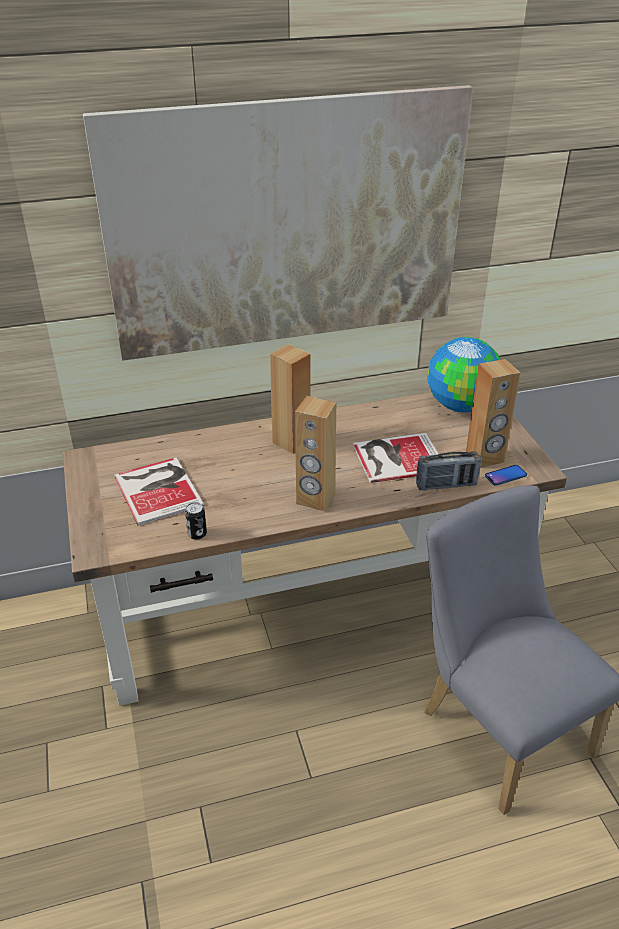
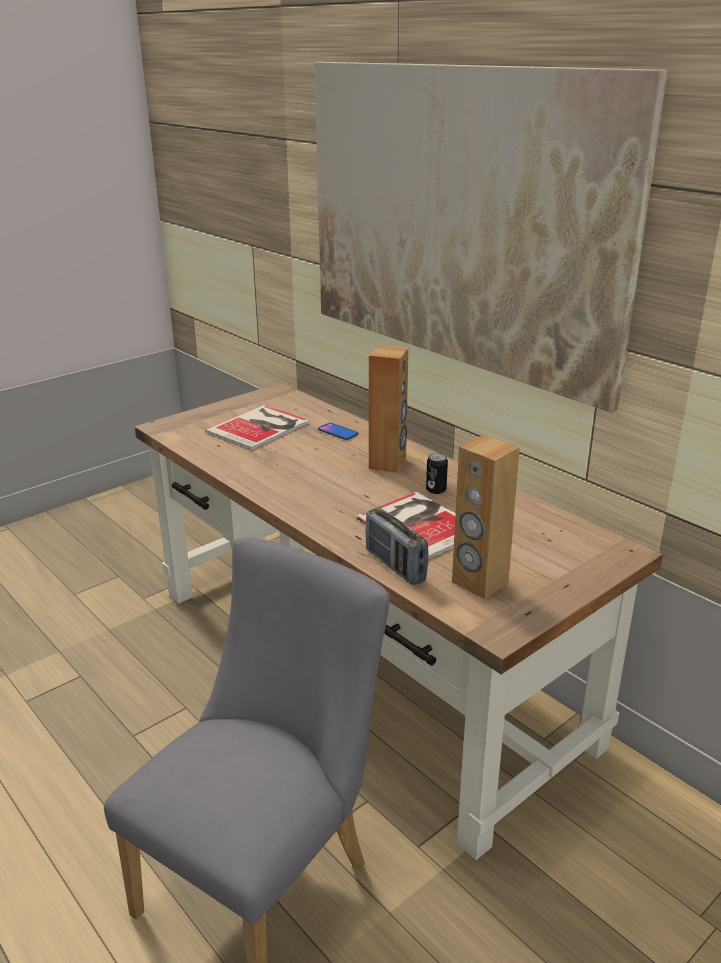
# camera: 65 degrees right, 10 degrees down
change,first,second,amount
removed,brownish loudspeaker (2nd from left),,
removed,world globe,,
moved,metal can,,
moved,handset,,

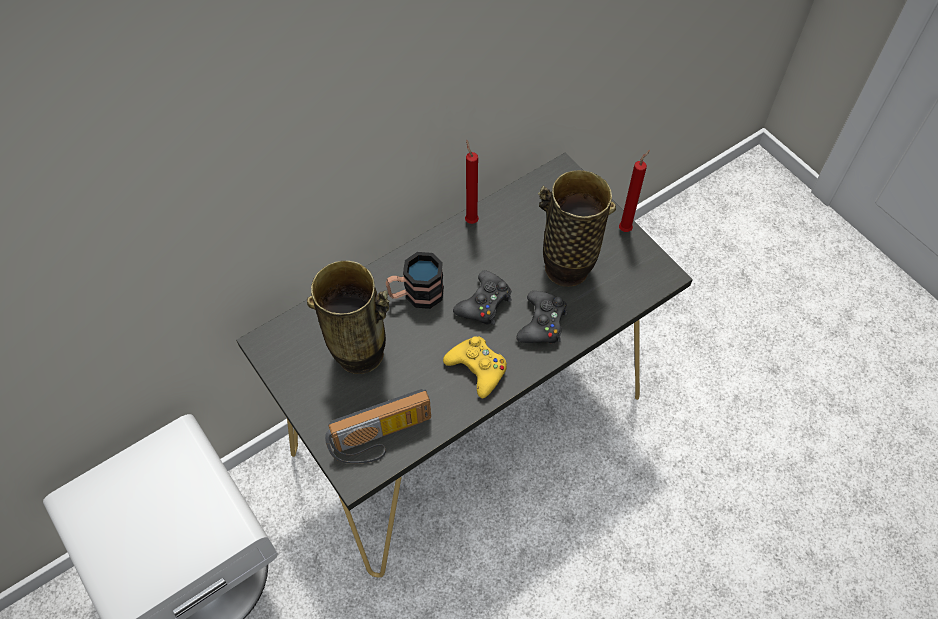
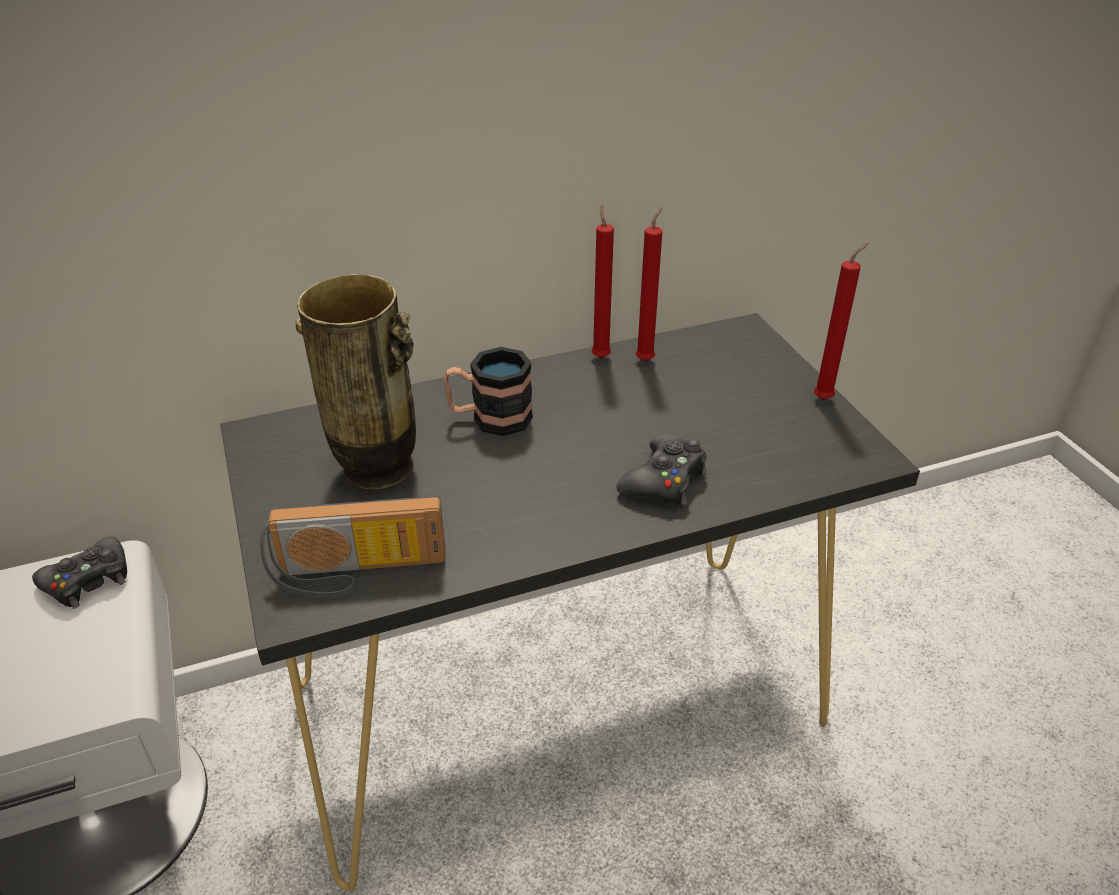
# camera: 15 degrees right, 20 degrees down
change,first,second,amount
removed,yellowish gamepad,,
removed,flower vase (2nd from left),,
added,,reddish wax light (2nd from left),
moved,black-coloured gamepad (1st from left),,

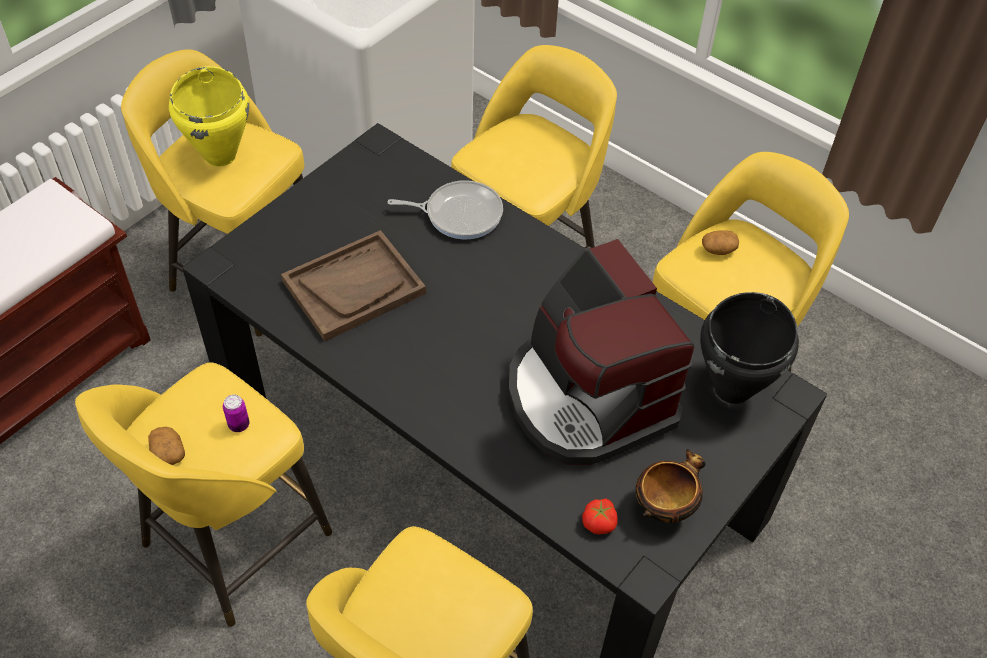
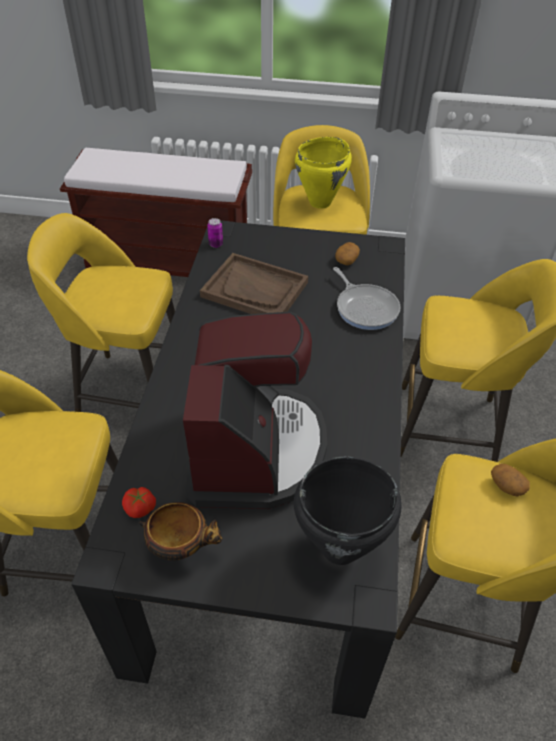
# camera: 60 degrees right, 5 degrees down
change,first,second,amount
moved,whole potato (1st from left),,
moved,metal can,,
turned,coffee maker,,150 degrees clockwise

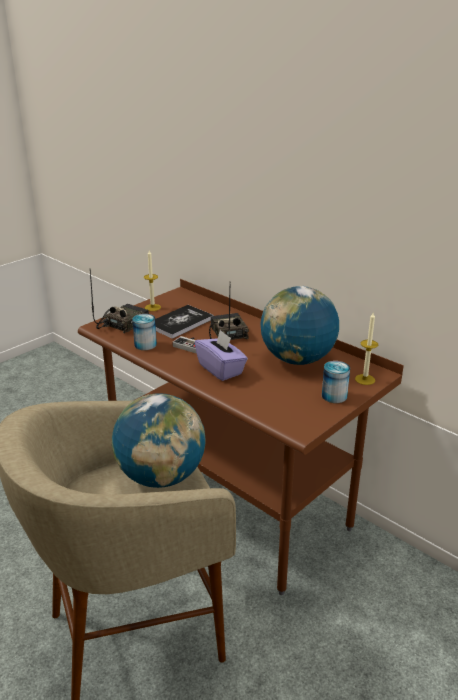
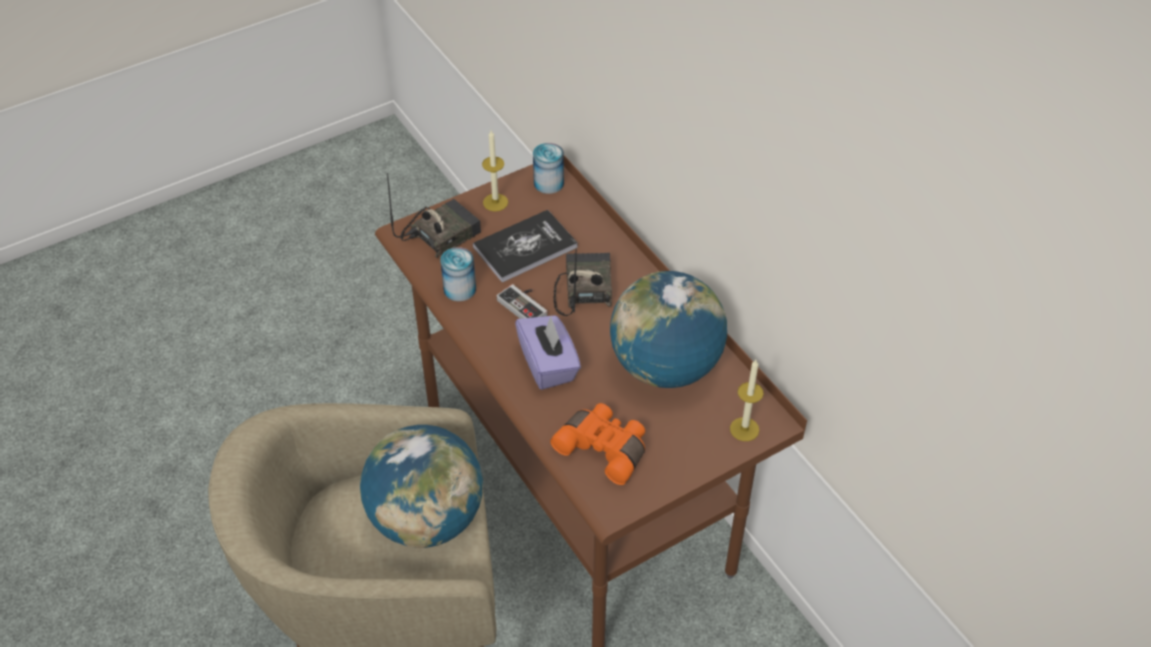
# camera: 15 degrees right, 20 degrees up
change,first,second,amount
added,,orange field glasses,
moved,metal can (2nd from left),,

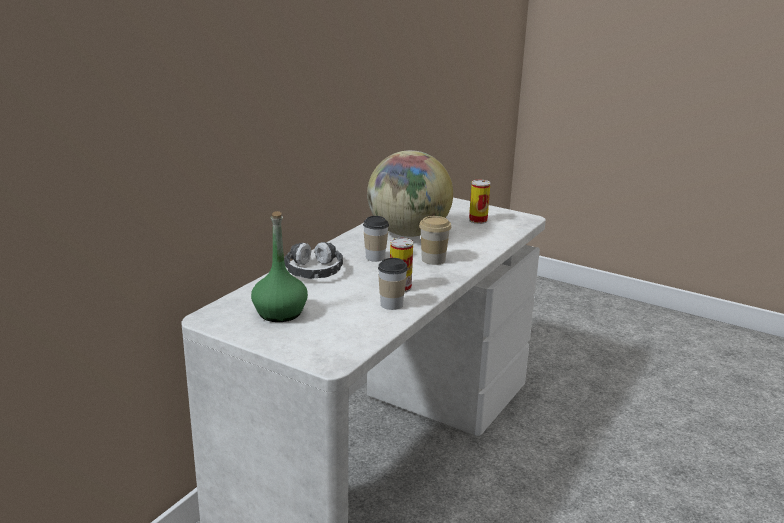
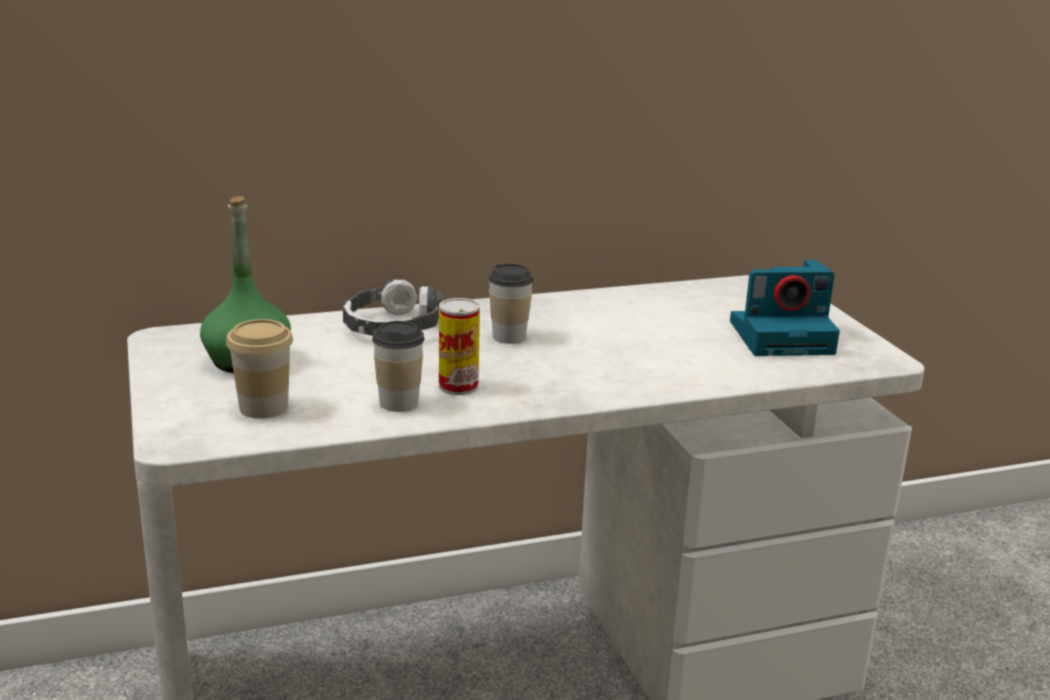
# camera: 40 degrees right, 0 degrees up
change,first,second,amount
removed,world globe,,
moved,small cup (3rd from left in the first image),small cup (1st from left),
replaced,metal can (2nd from left),photo camera,

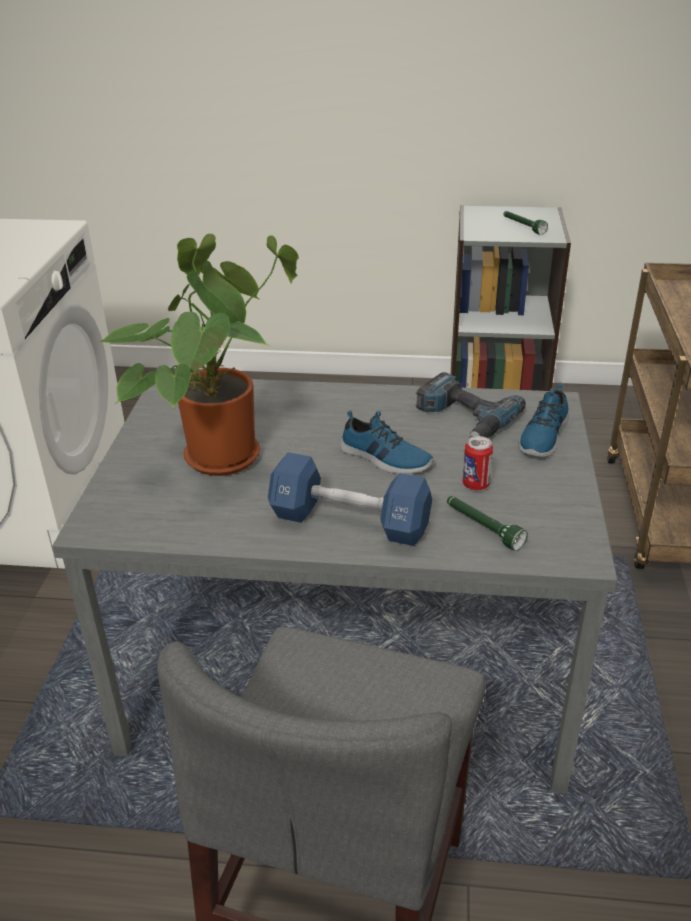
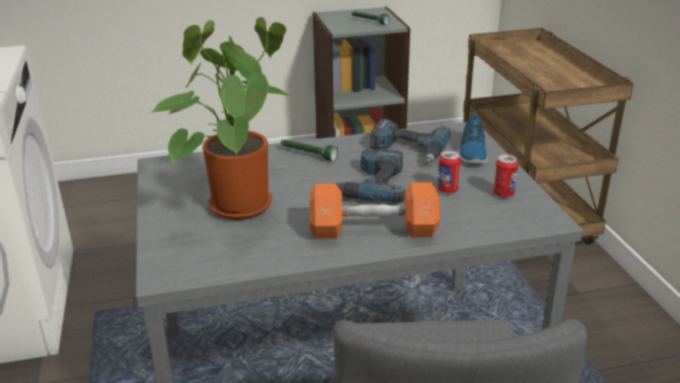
# camera: 20 degrees left, 5 degrees down
change,first,second,amount
added,,metal can (2nd from left),
moved,green-coloured hand torch (1st from left),,
replaced,item of footwear (1st from left),power drill (1st from left),
recoloured,bluish dumbbell,orange dumbbell,

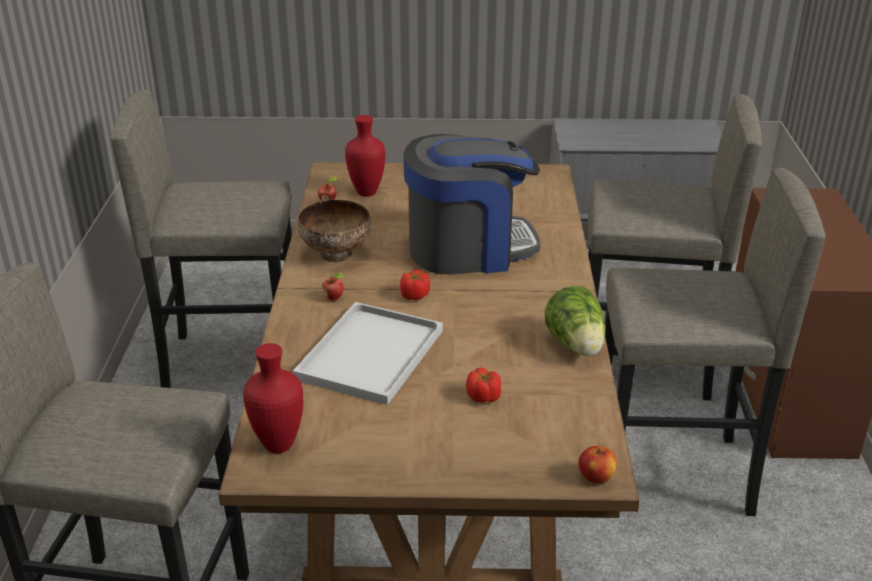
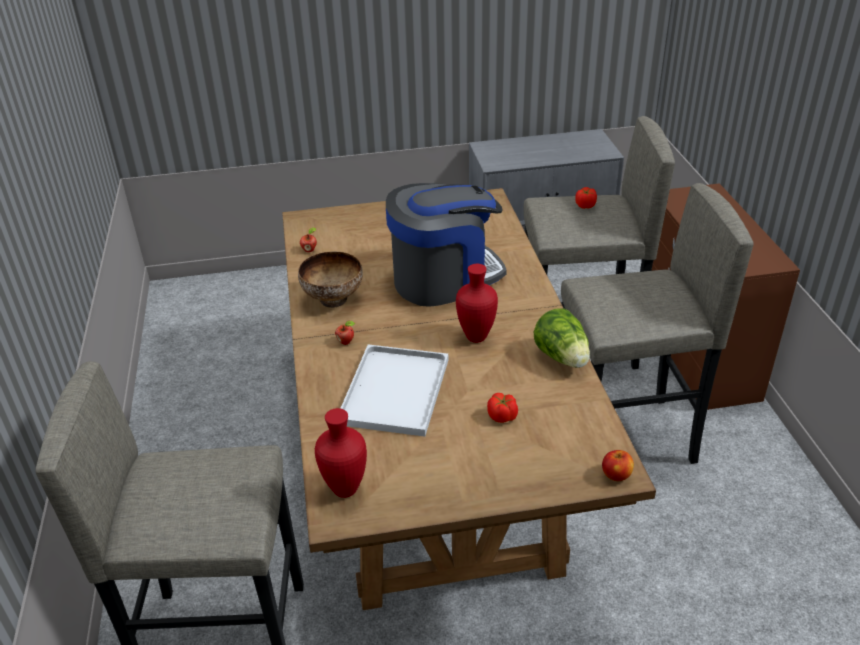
# camera: 10 degrees left, 5 degrees up
change,first,second,amount
removed,greyish sitting stool (2nd from left),,
moved,reddish flower vase (2nd from left),,
moved,whole tomato (1st from left in the first image),whole tomato (2nd from left),

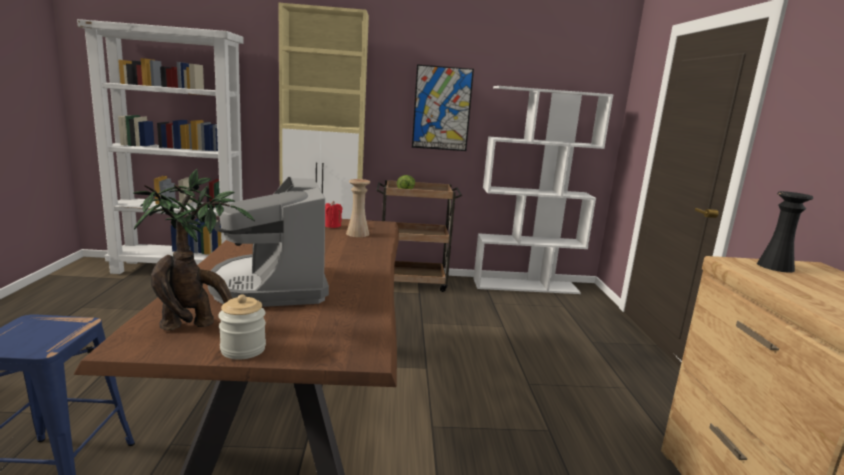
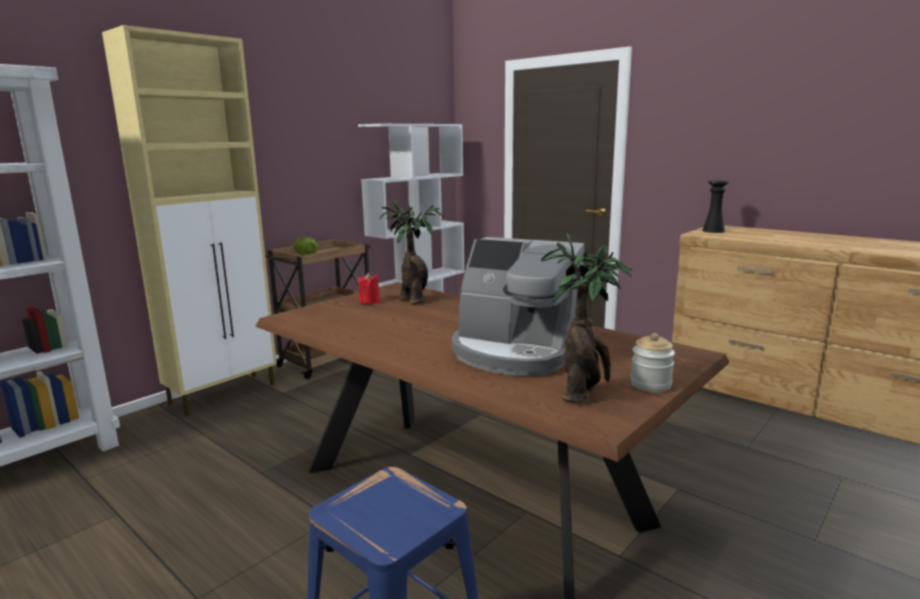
# camera: 45 degrees left, 0 degrees up
change,first,second,amount
removed,wall art,,
replaced,beige-coloured flower vase,potted plant (1st from left),

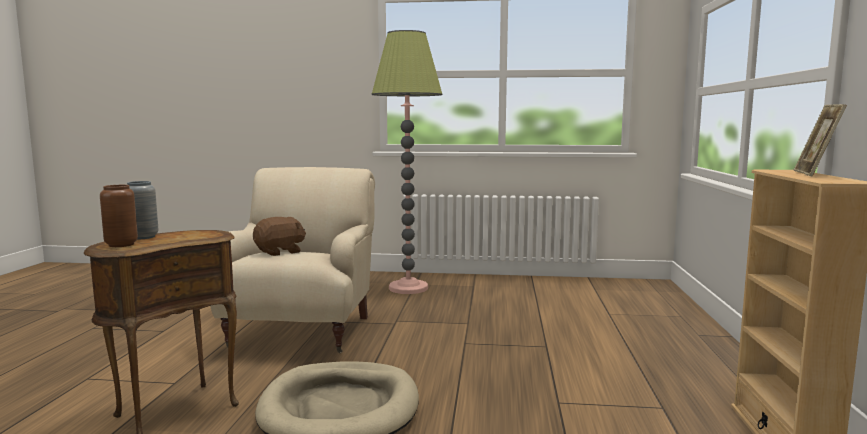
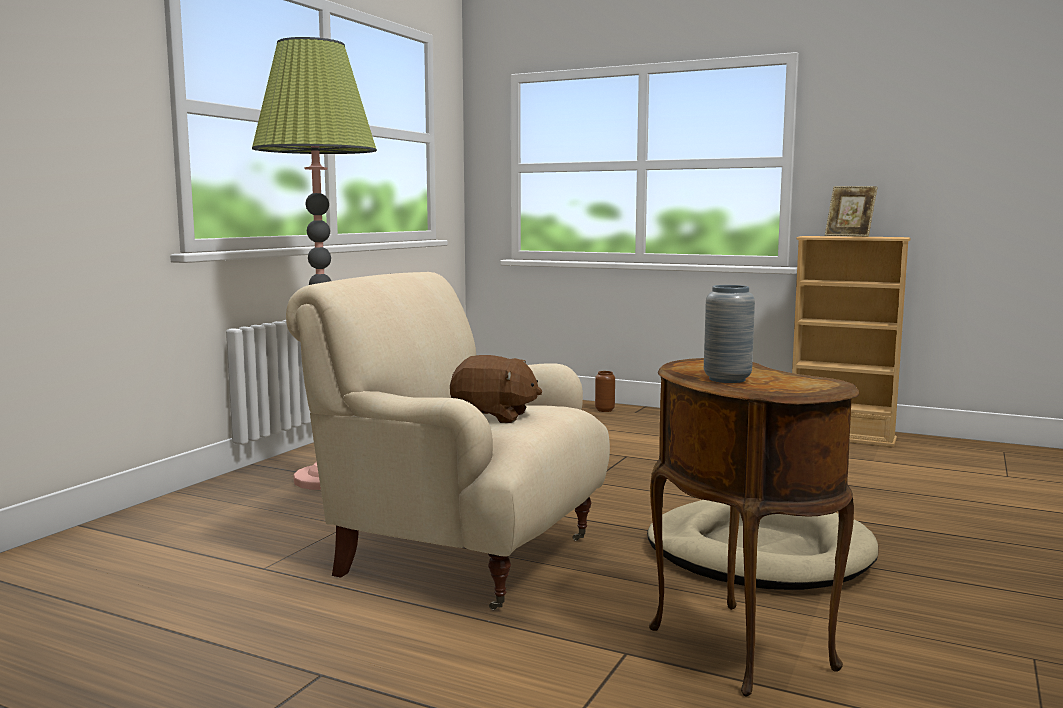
# camera: 70 degrees left, 0 degrees up
change,first,second,amount
moved,brownish flower vase,,
turned,brownish cuddly toy,,120 degrees clockwise

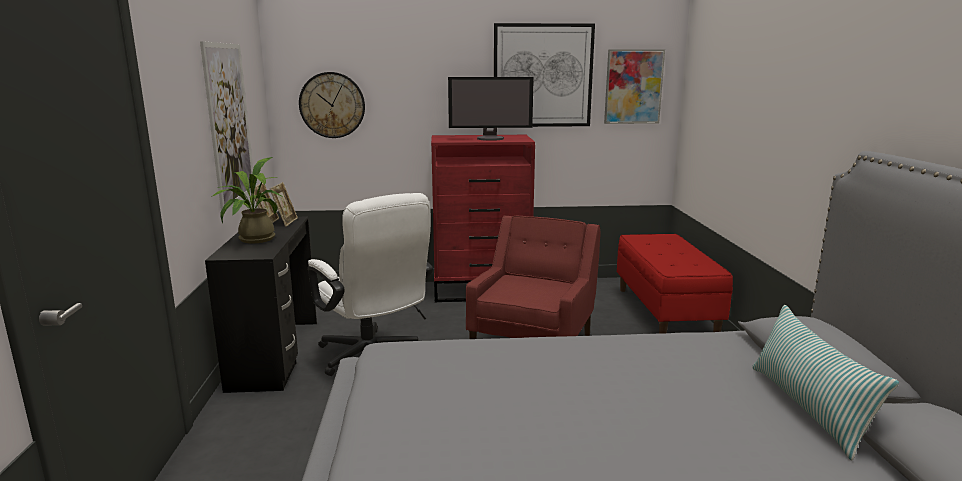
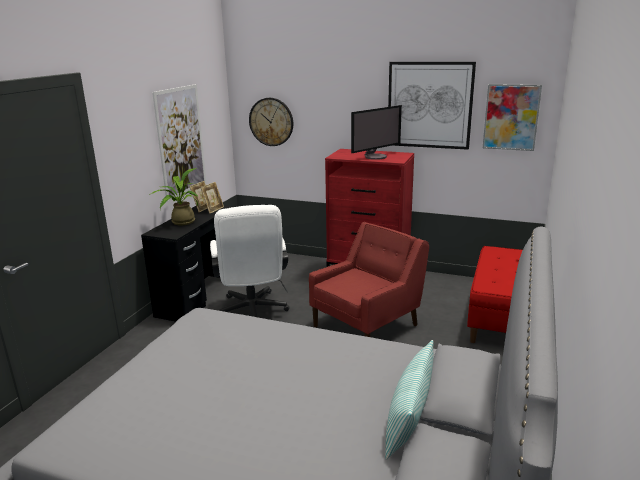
# camera: 25 degrees right, 5 degrees up
change,first,second,amount
turned,computer screen,,60 degrees counterclockwise

